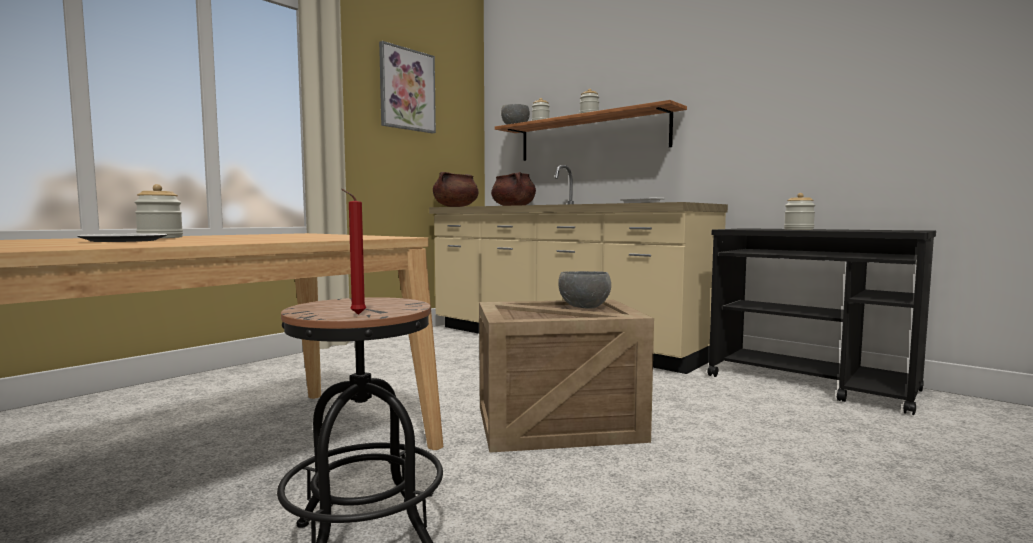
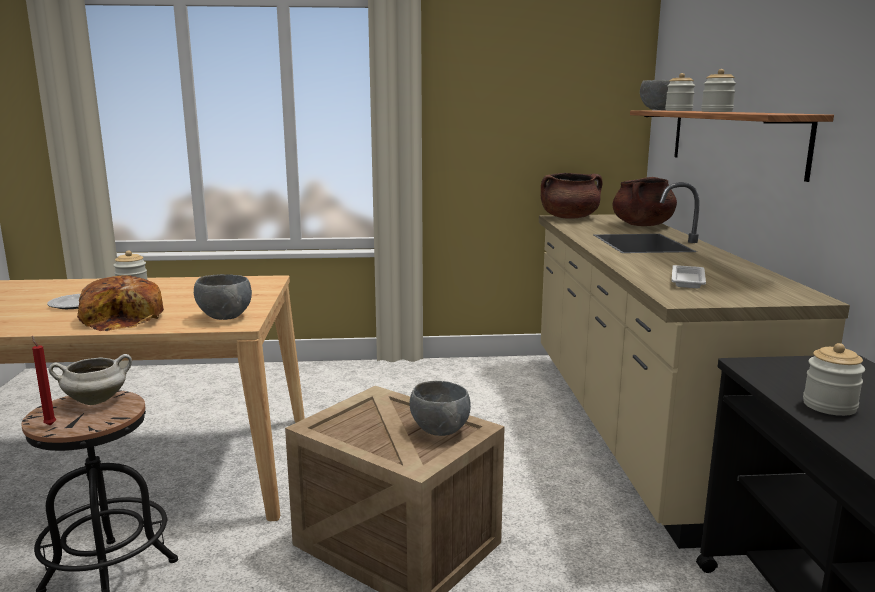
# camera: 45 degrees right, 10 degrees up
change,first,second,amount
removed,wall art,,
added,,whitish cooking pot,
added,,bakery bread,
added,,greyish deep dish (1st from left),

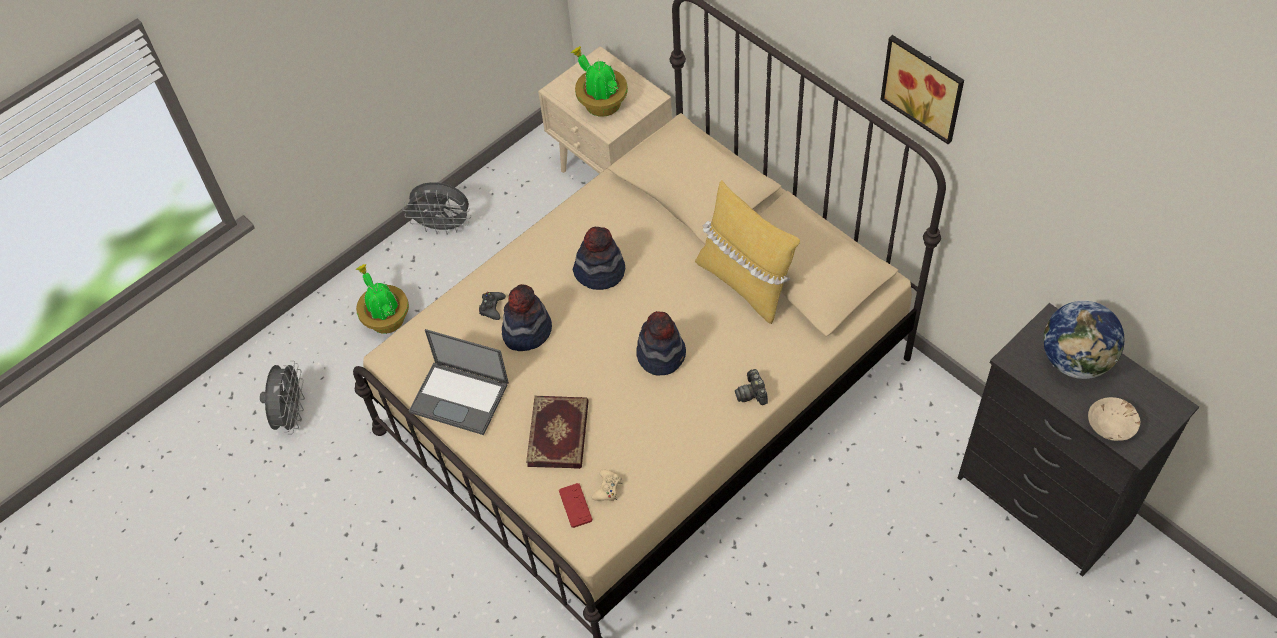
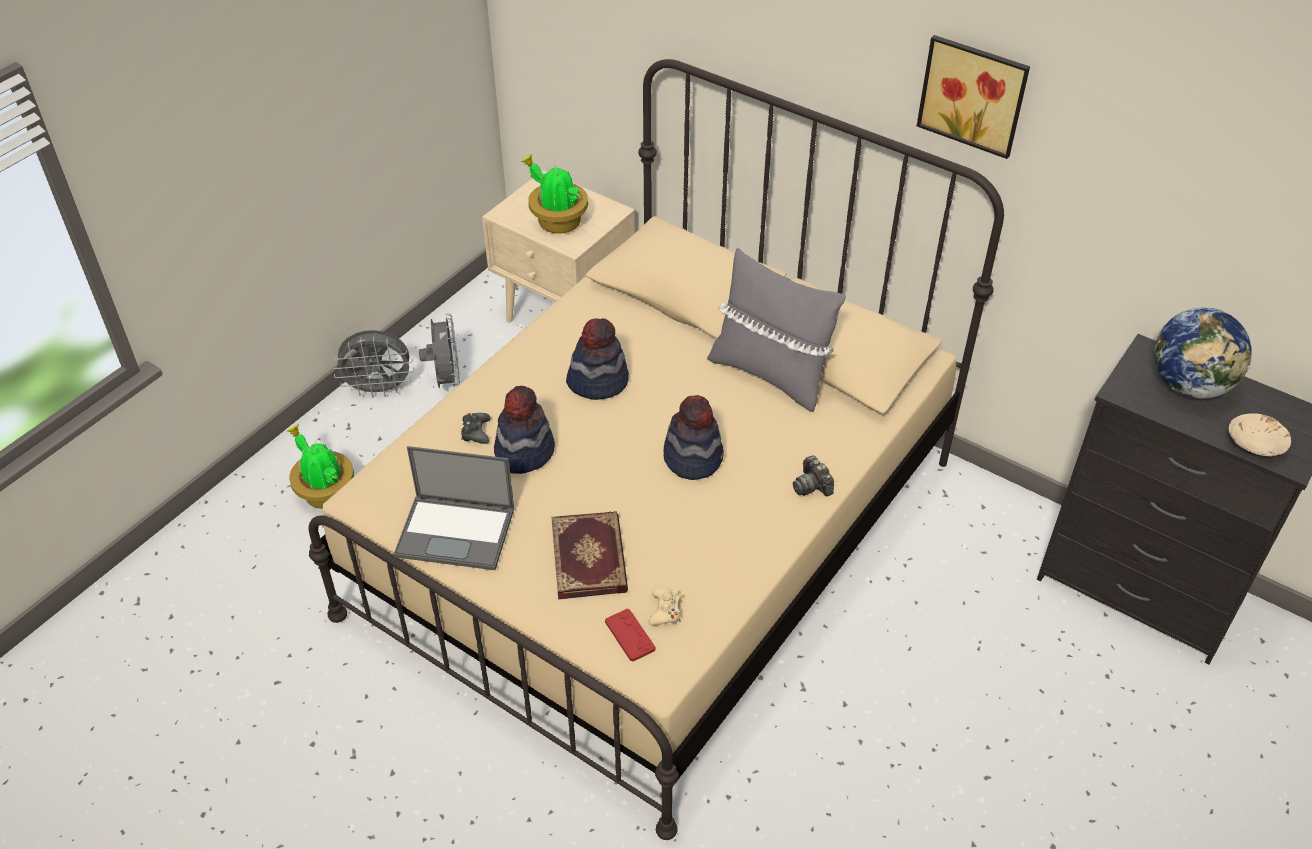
# camera: 15 degrees left, 10 degrees down
change,first,second,amount
moved,greyish cooling fan (1st from left in the first image),greyish cooling fan (2nd from left),
recoloured,yellowish throw pillow,greyish throw pillow,

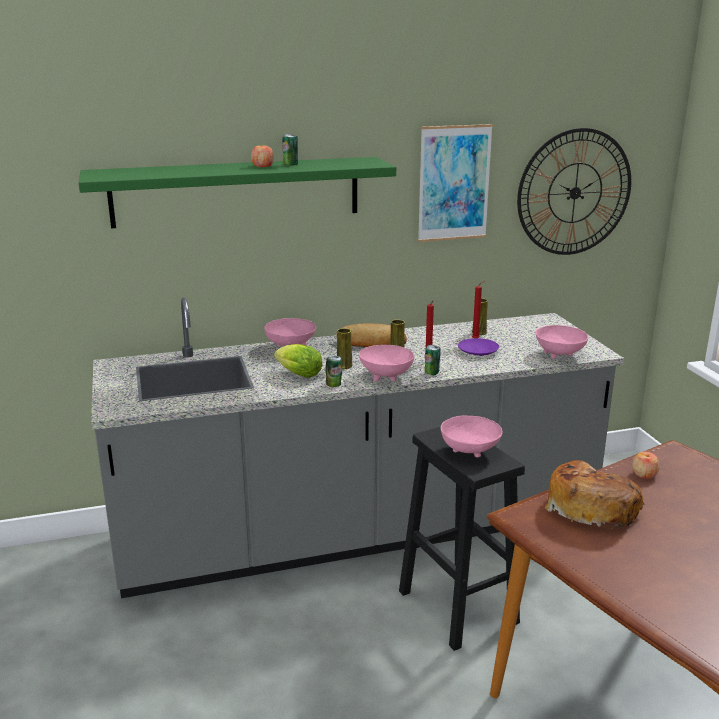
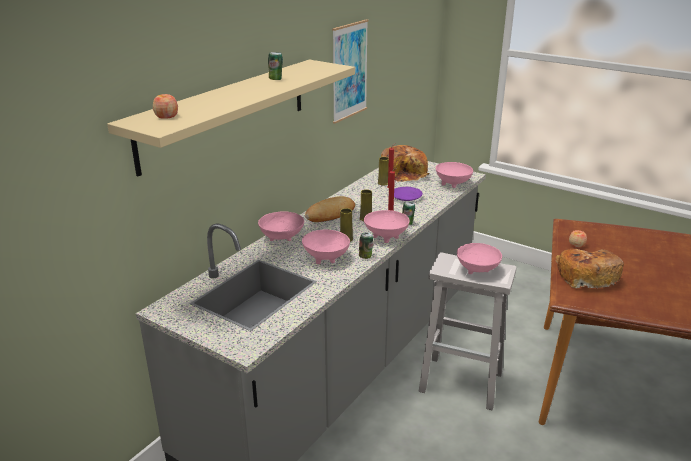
# camera: 40 degrees left, 5 degrees up
change,first,second,amount
removed,wall clock,,
added,,bakery bread (2nd from left),
moved,whole apple (1st from left),,
replaced,lettuce,pink deep dish (2nd from left),
recoloured,green-coloured wall shelf,beige-coloured wall shelf,
recoloured,black-coloured sitting stool,whitish sitting stool,

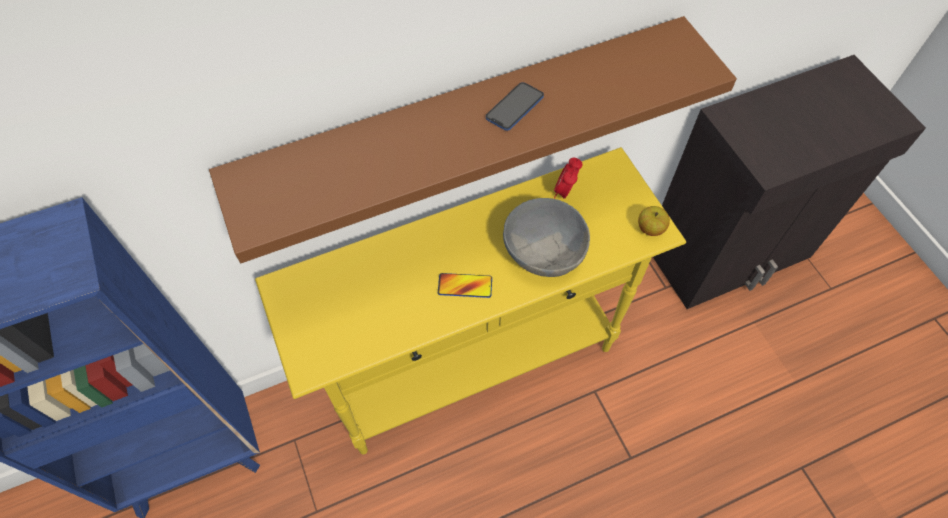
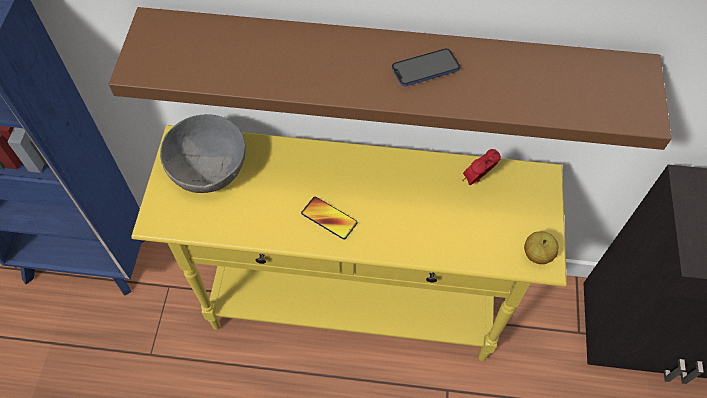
# camera: 30 degrees right, 0 degrees up
change,first,second,amount
moved,greyish deep dish,,

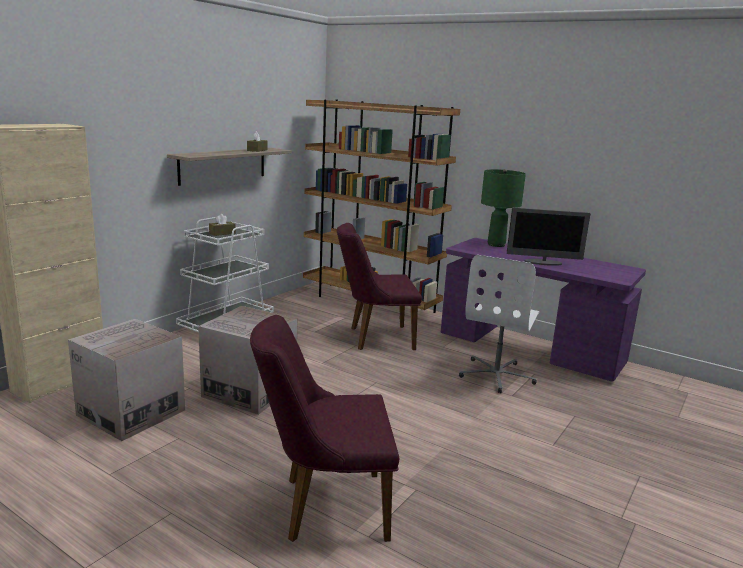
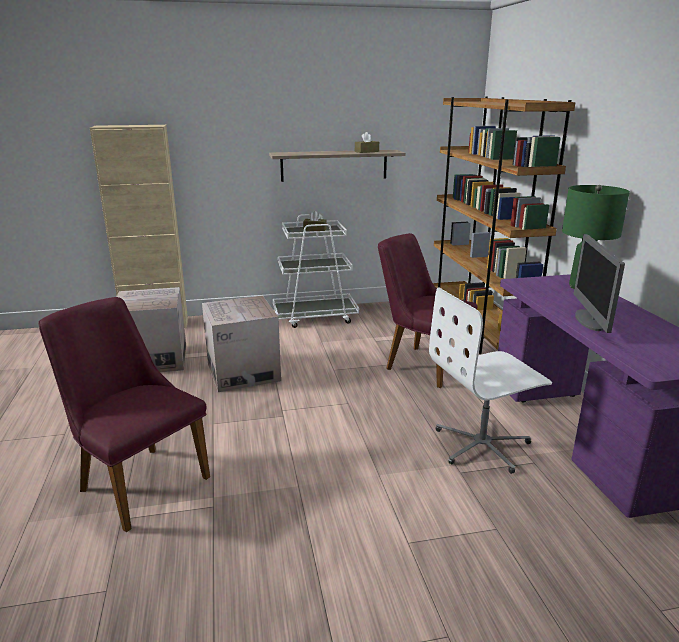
# camera: 45 degrees right, 5 degrees up
change,first,second,amount
turned,computer screen,,45 degrees clockwise

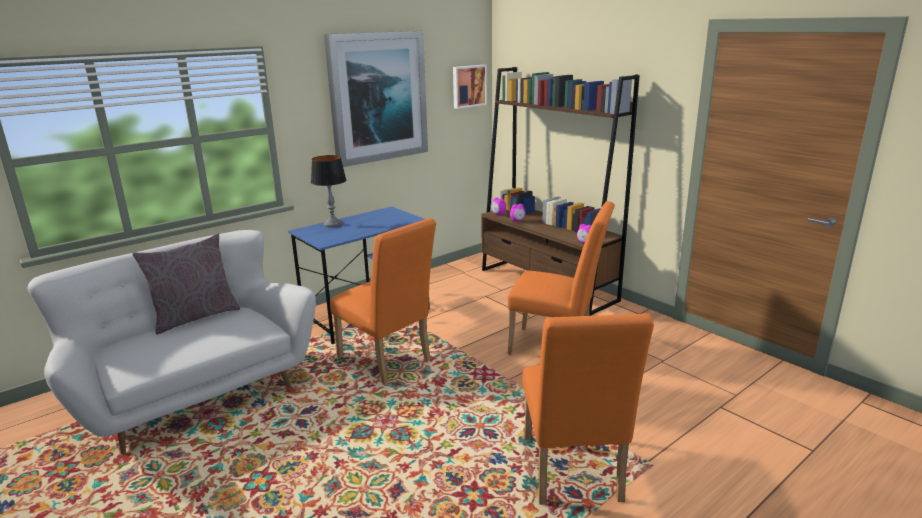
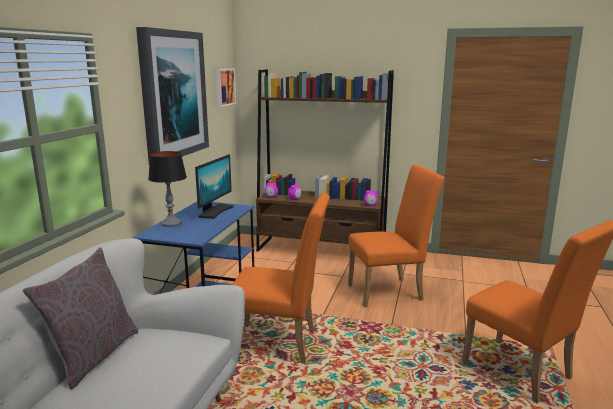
# camera: 35 degrees left, 5 degrees down
change,first,second,amount
added,,computer screen,

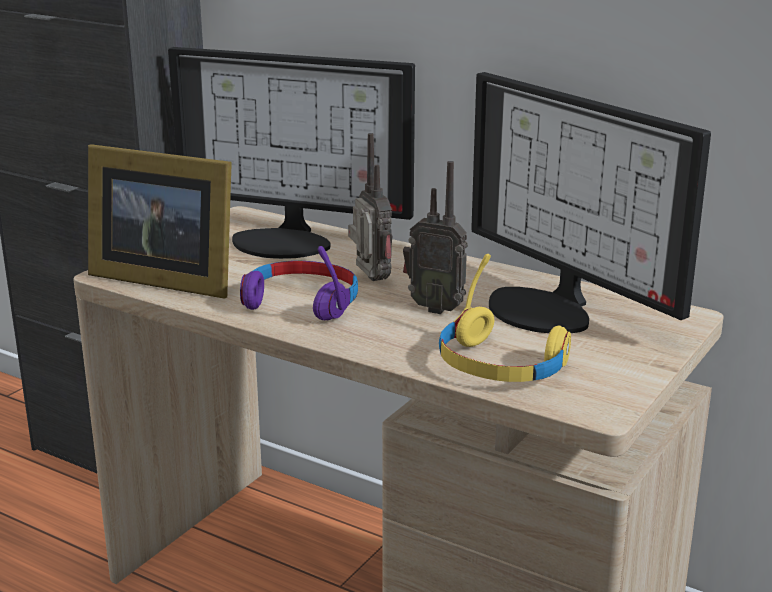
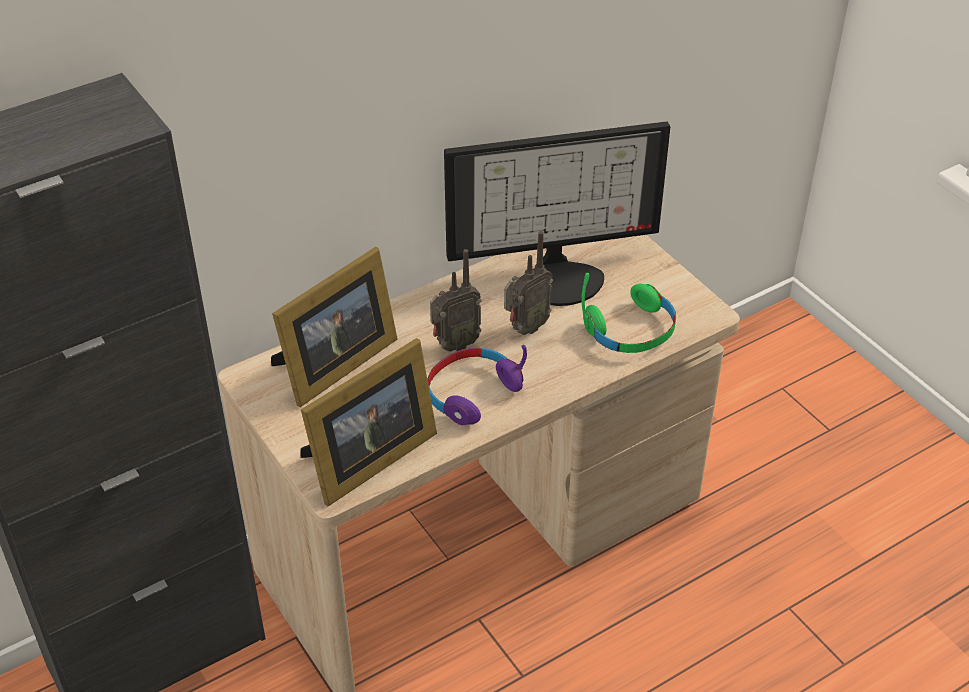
# camera: 65 degrees left, 20 degrees up
change,first,second,amount
replaced,computer screen (1st from left),picture frame (1st from left),
recoloured,yellowish pair of headphones,green-coloured pair of headphones,
turned,radio set (1st from left),,150 degrees clockwise

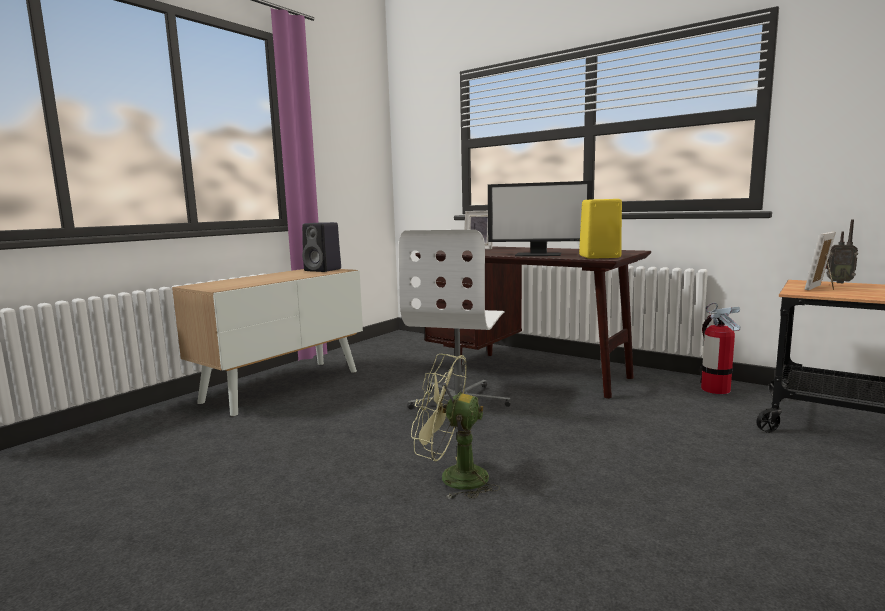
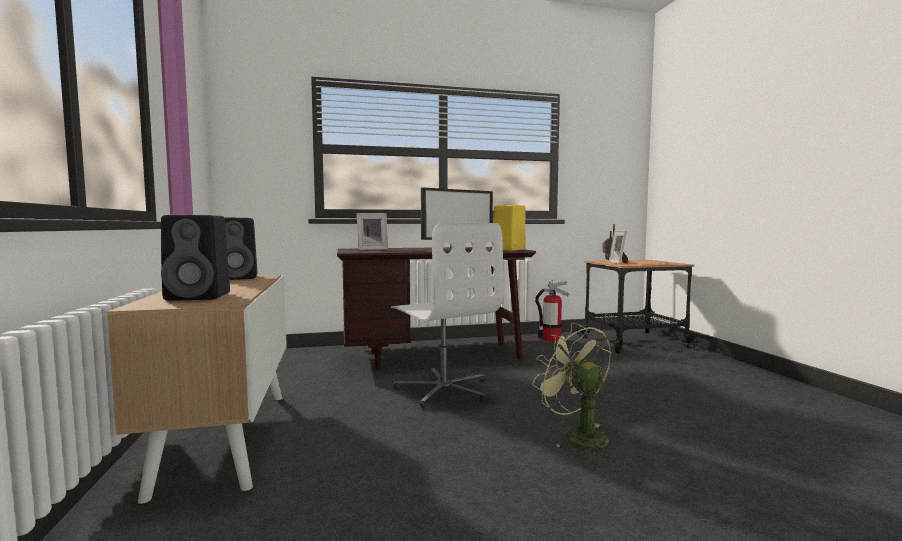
# camera: 50 degrees left, 5 degrees down
change,first,second,amount
added,,black-coloured loudspeaker (1st from left),
turned,green-coloured cooling fan,,90 degrees clockwise

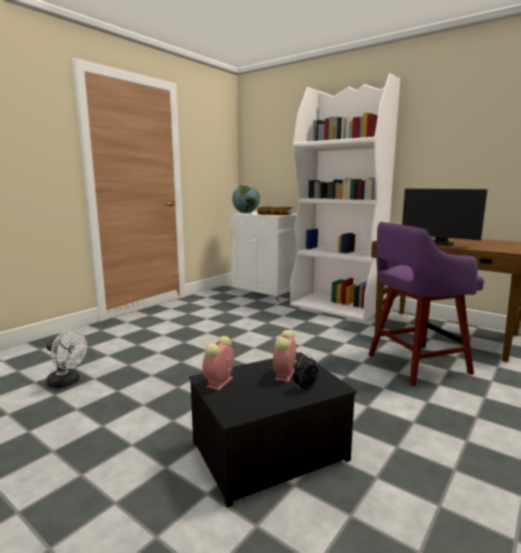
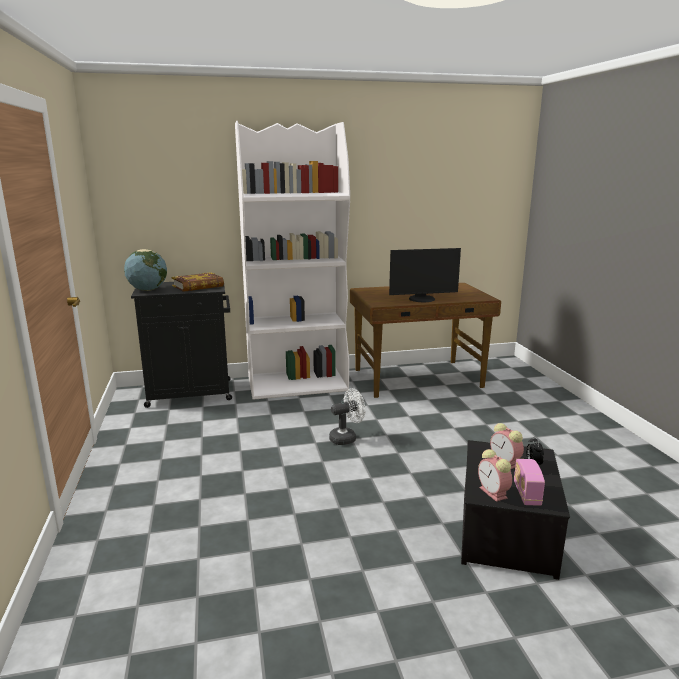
# camera: 50 degrees left, 5 degrees up
change,first,second,amount
removed,purple sitting stool,,
added,,radio set,
moved,whitish cooling fan,,
recoloured,whitish cupboard,black-coloured cupboard,

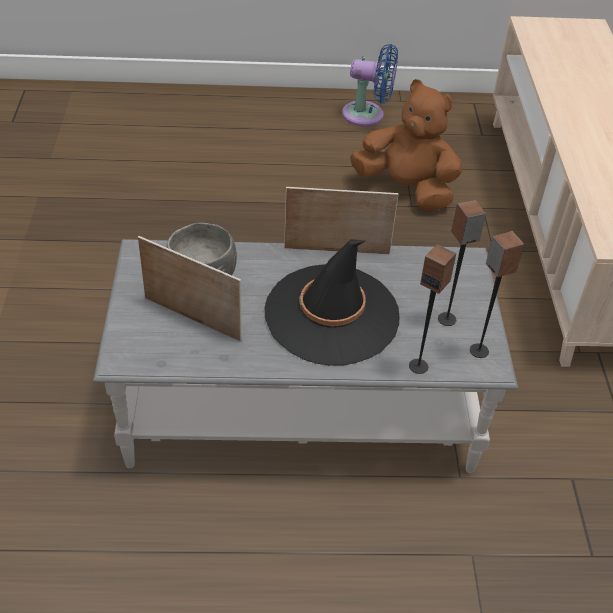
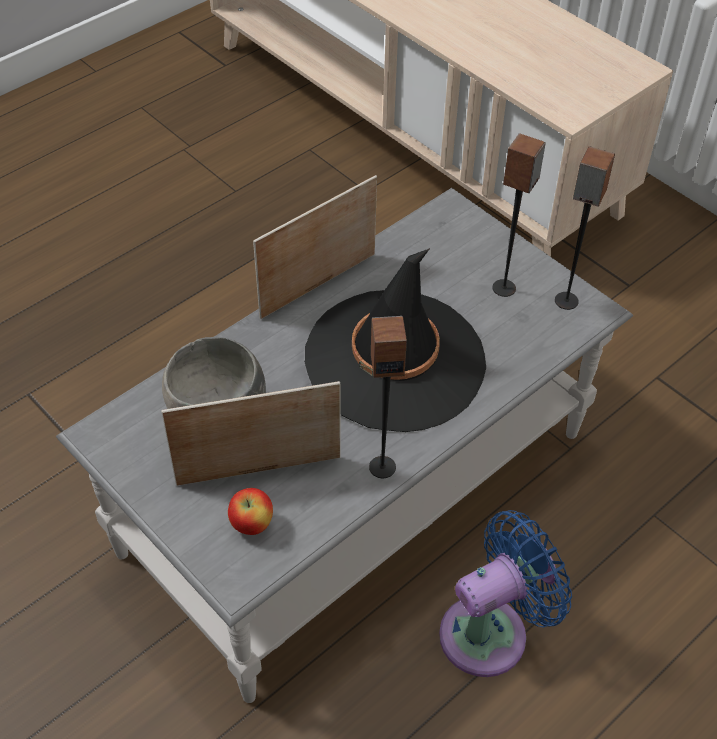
# camera: 40 degrees left, 5 degrees up
change,first,second,amount
removed,brownish cuddly toy,,
added,,whole apple,
moved,bluish cooling fan,,
moved,loudspeaker (1st from left),,

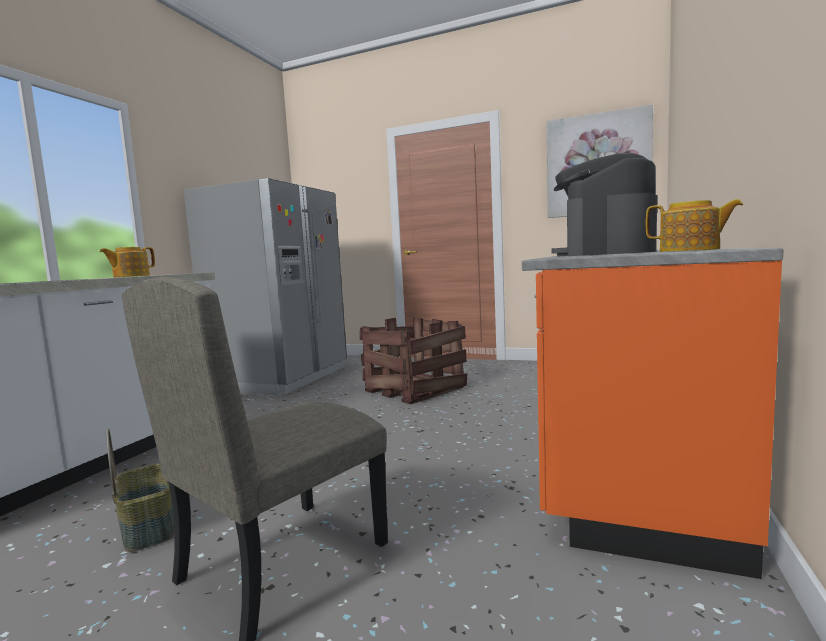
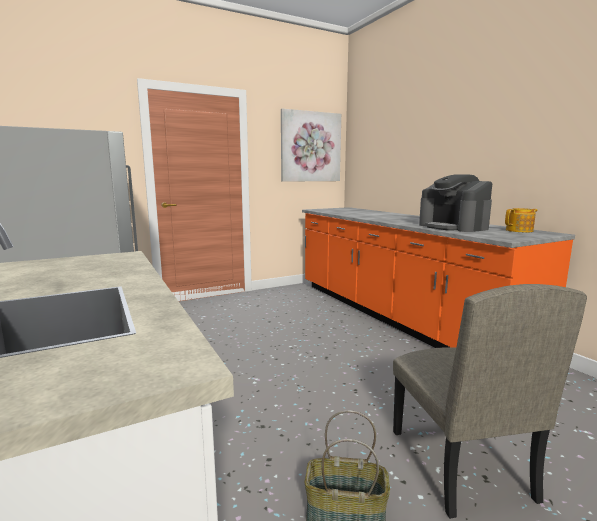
# camera: 50 degrees left, 5 degrees up
change,first,second,amount
removed,pot for tea (1st from left),,
removed,shipping crate,,

